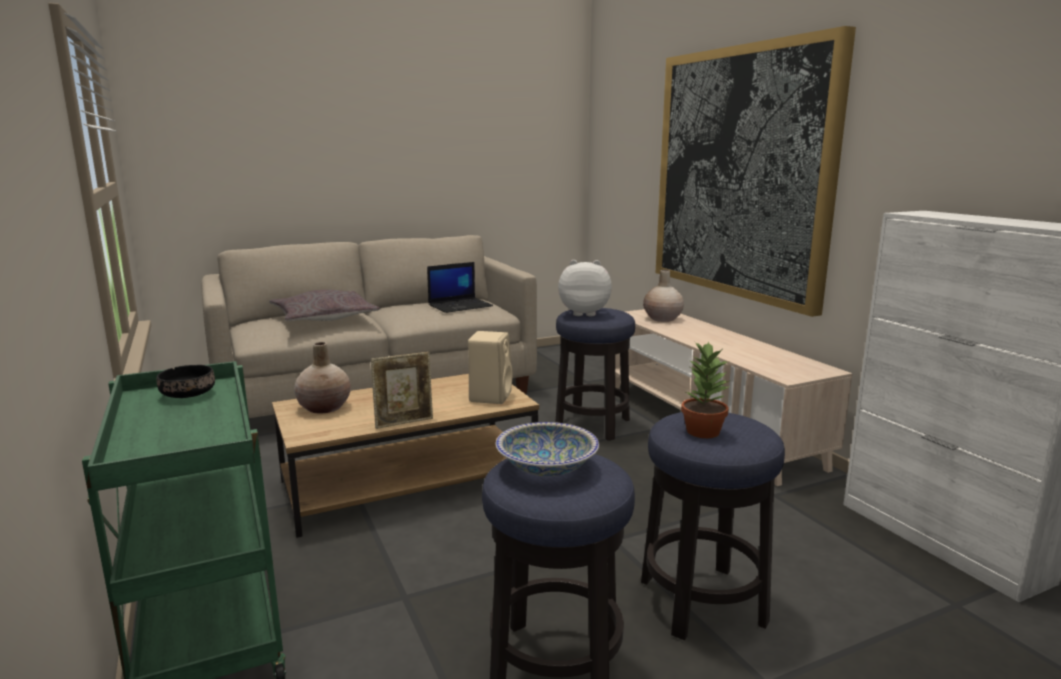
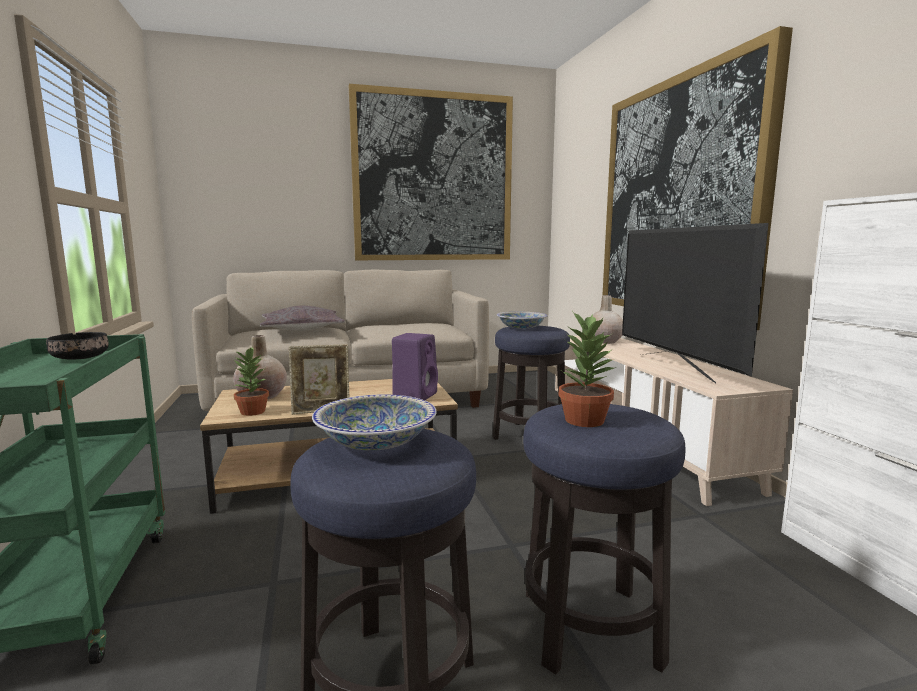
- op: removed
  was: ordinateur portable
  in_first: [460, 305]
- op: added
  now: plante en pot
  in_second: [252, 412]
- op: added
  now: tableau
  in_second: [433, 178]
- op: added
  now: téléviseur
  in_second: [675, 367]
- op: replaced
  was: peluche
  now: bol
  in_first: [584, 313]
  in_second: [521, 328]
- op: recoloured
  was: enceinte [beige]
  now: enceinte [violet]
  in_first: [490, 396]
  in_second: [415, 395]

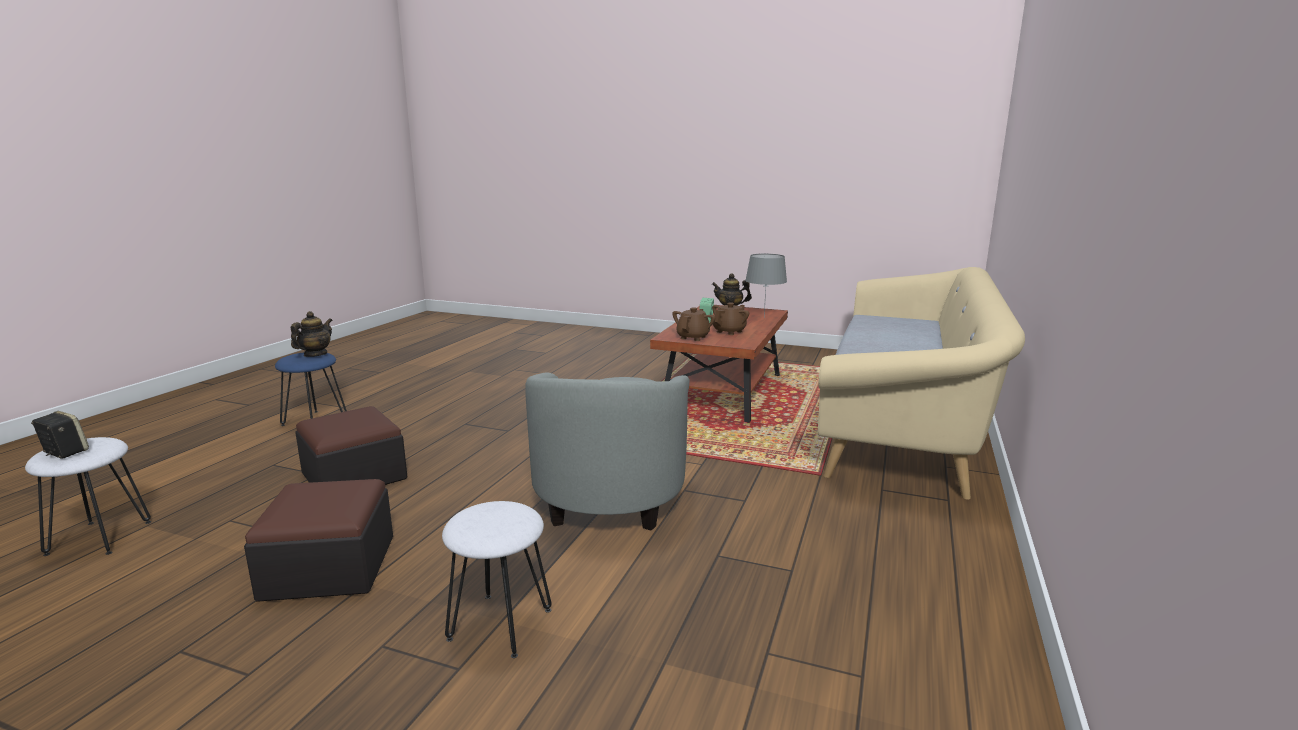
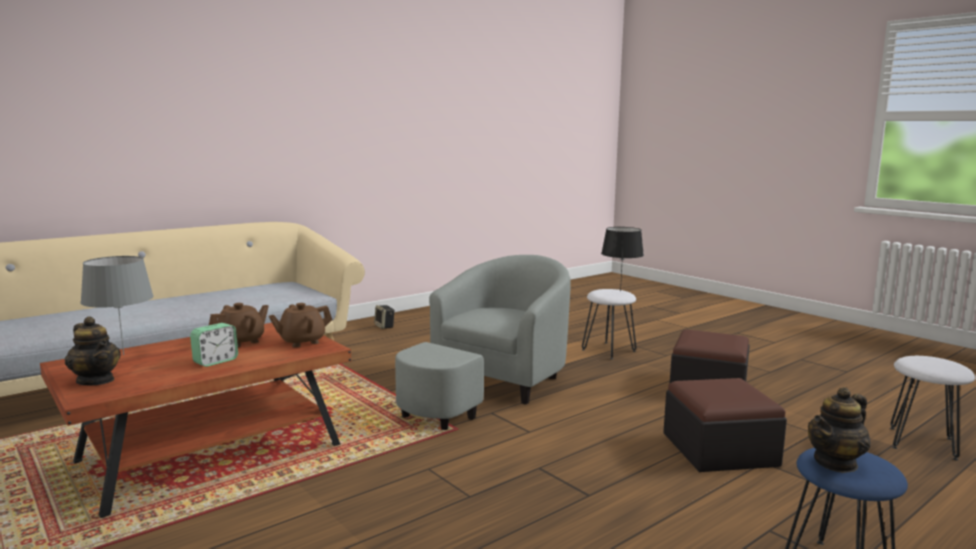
- op: added
  now: lampe de table [noir]
  in_second: [620, 291]
- op: moved
  was: enceinte
  in_first: [64, 452]
  in_second: [385, 326]
- op: turned
  was: théière [marron]
  in_first: [729, 331]
  in_second: [241, 341]
  clockwise: 150

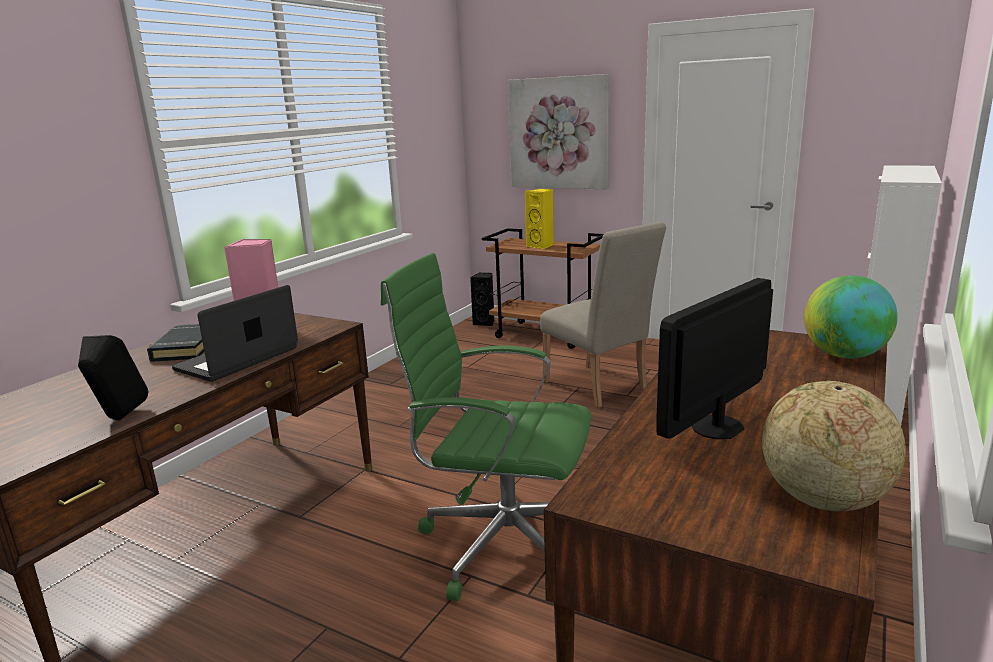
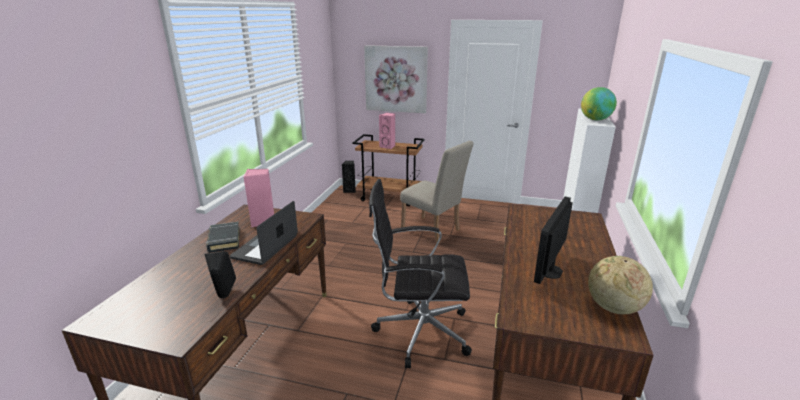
- op: moved
  was: globe
  in_first: [844, 355]
  in_second: [595, 120]
- op: recoloured
  was: chaise de bureau [vert]
  now: chaise de bureau [noir]
  in_first: [502, 542]
  in_second: [419, 331]
- op: recoloured
  was: enceinte [jaune]
  now: enceinte [rose]
  in_first: [541, 246]
  in_second: [388, 146]

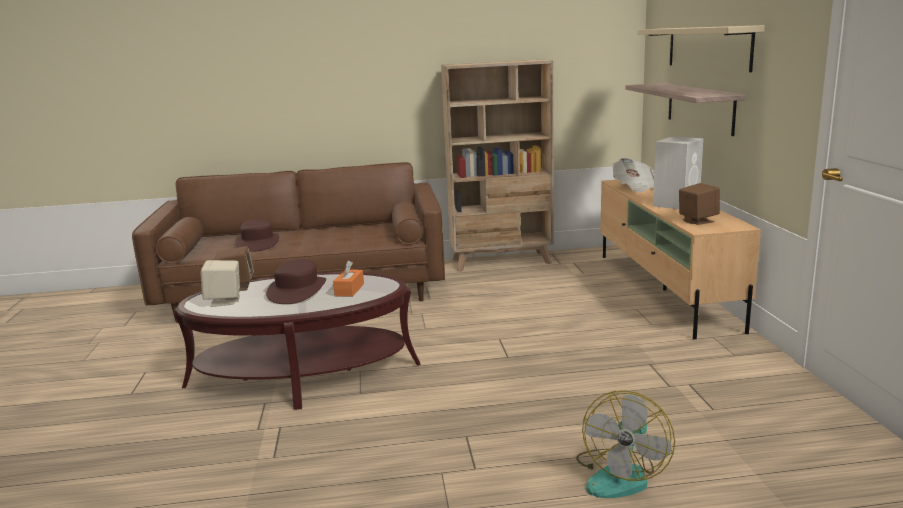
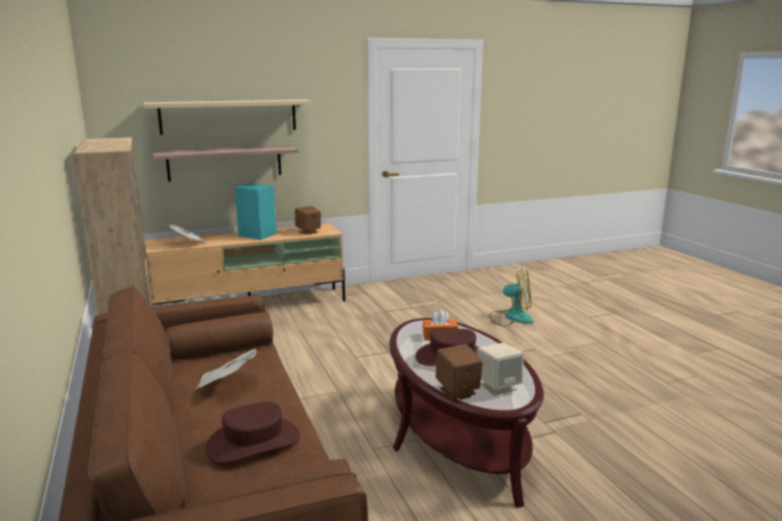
- op: added
  now: journal
  in_second: [226, 384]
- op: recoloured
  was: enceinte [blanc]
  now: enceinte [turquoise]
  in_first: [676, 204]
  in_second: [256, 235]

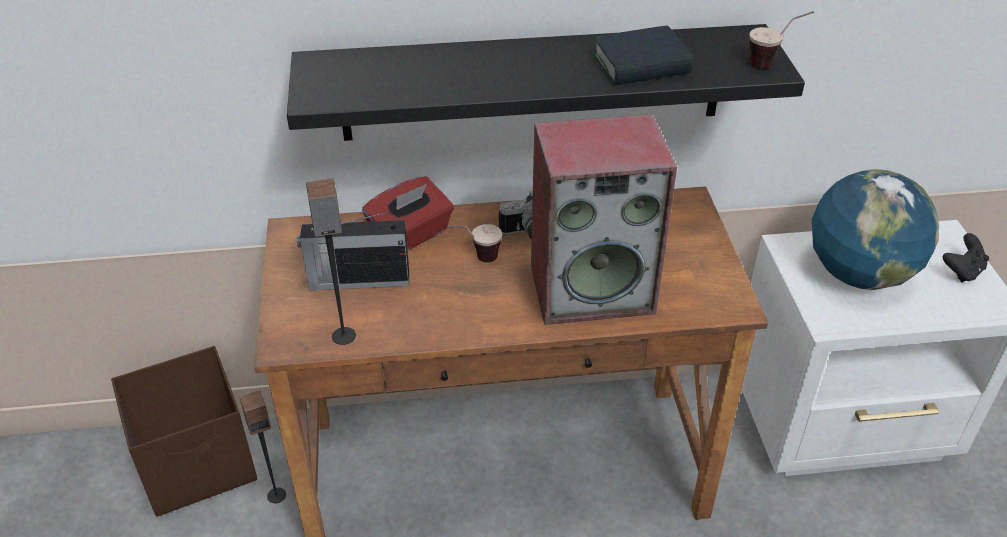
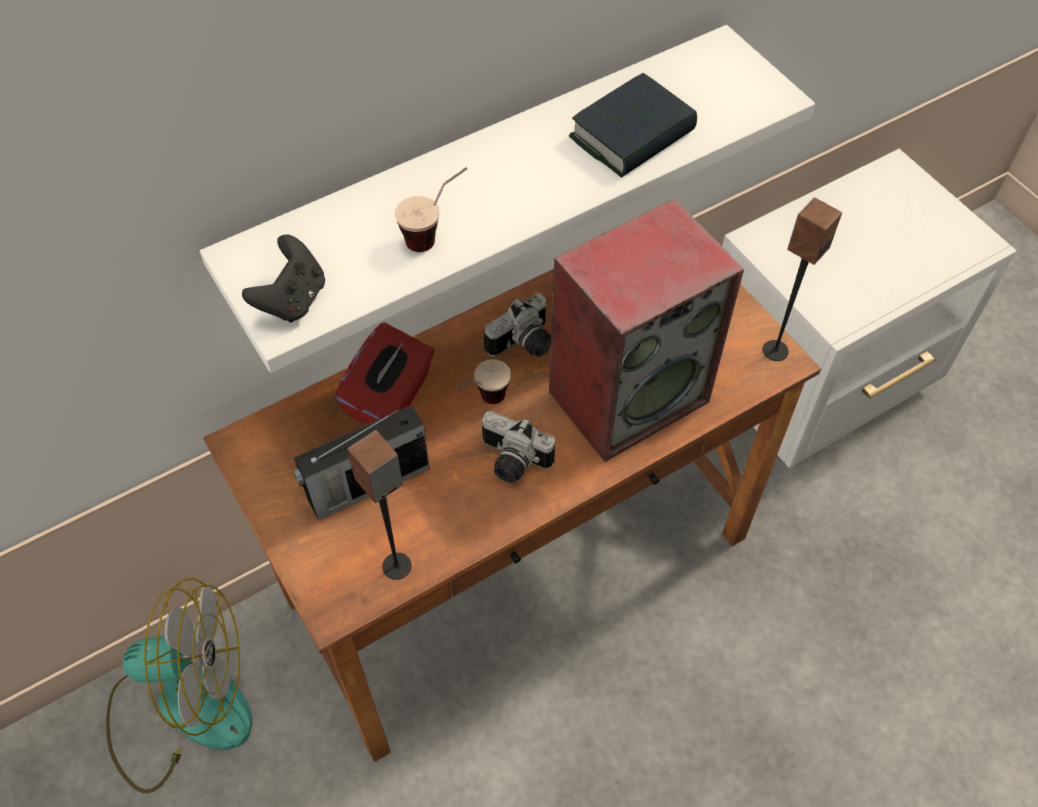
- op: removed
  was: globe
  in_first: [859, 274]
- op: added
  now: appareil photo
  in_second: [511, 462]
- op: moved
  was: enceinte
  in_first: [276, 495]
  in_second: [774, 350]
- op: moved
  was: tasse
  in_first: [773, 63]
  in_second: [435, 235]
- op: moved
  was: manette [noir]
  in_first: [962, 271]
  in_second: [292, 299]
- op: replaced
  was: boîte de rangement [marron]
  now: ventilateur
  in_first: [199, 464]
  in_second: [182, 707]
- op: recoloured
  was: étagère [noir]
  now: étagère [blanc]
  in_first: [533, 83]
  in_second: [485, 176]

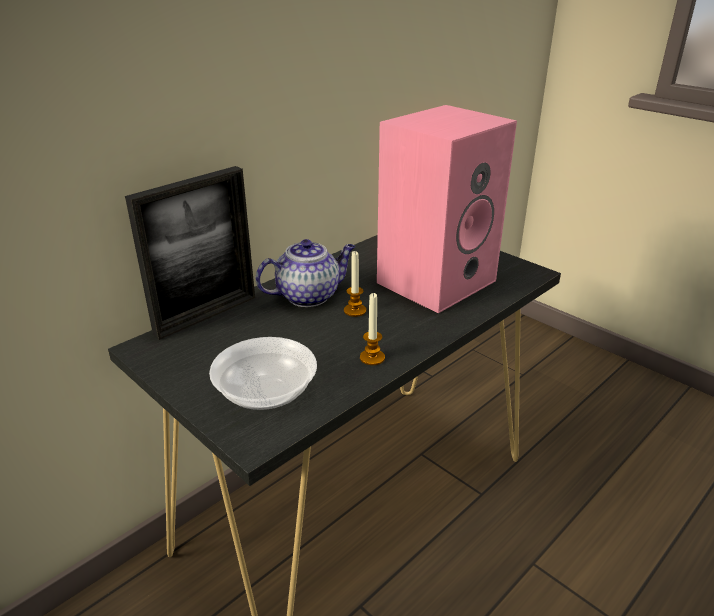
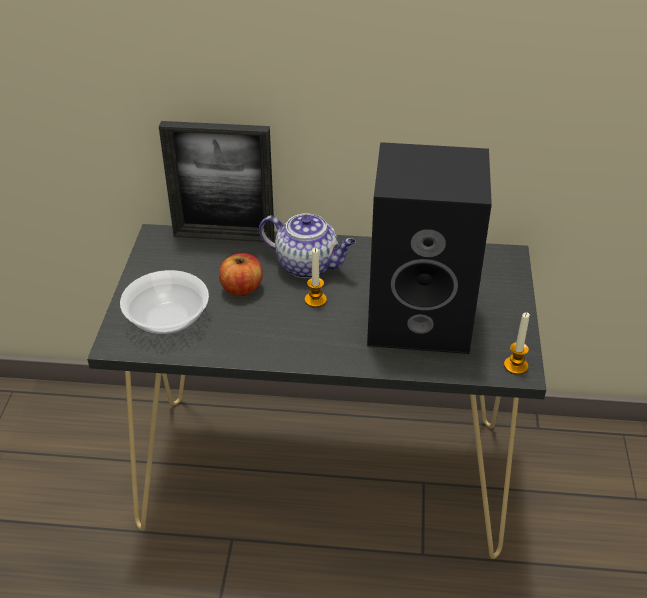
- op: added
  now: pomme
  in_second: [241, 288]
- op: moved
  was: bougie
  in_first: [372, 358]
  in_second: [515, 366]
- op: recoloured
  was: enceinte [rose]
  now: enceinte [noir]
  in_first: [436, 280]
  in_second: [422, 318]

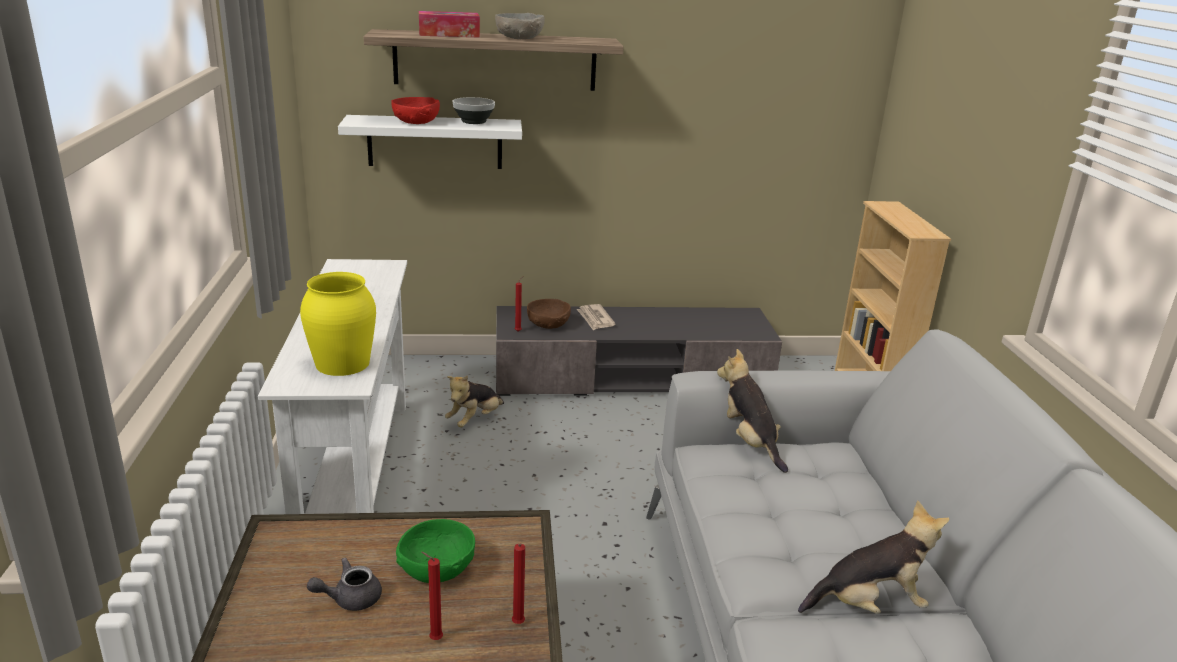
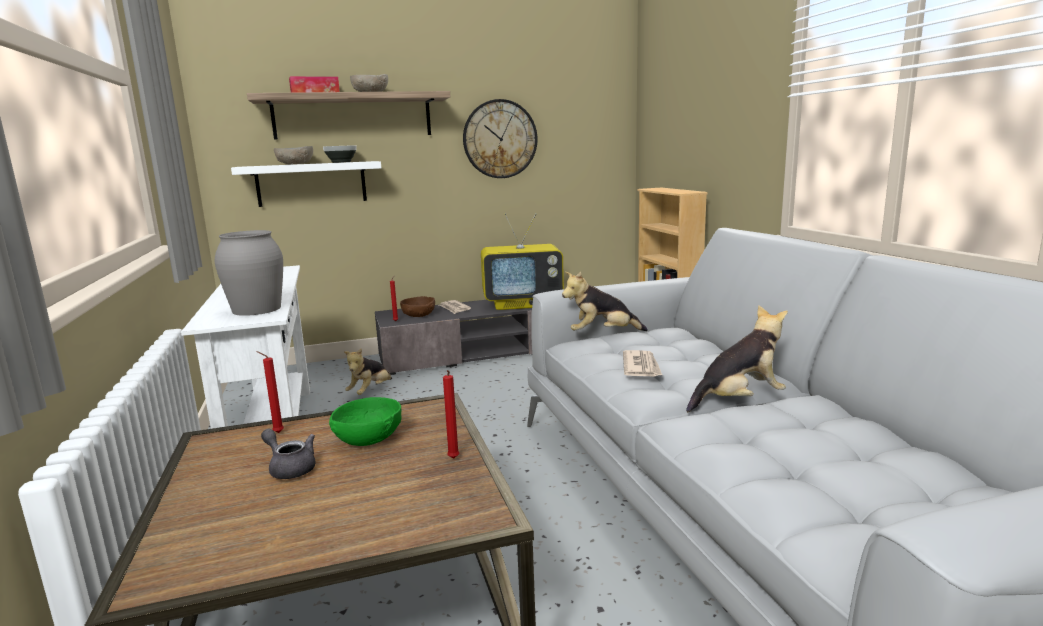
- op: added
  now: horloge murale
  in_second: [500, 139]
- op: added
  now: téléviseur
  in_second: [523, 304]
- op: added
  now: journal
  in_second: [641, 367]
- op: moved
  was: bougie [rouge]
  in_first: [434, 639]
  in_second: [276, 433]
- op: recoloured
  was: vase [jaune]
  now: vase [gris]
  in_first: [343, 363]
  in_second: [257, 309]
- op: recoloured
  was: bol [rouge]
  now: bol [gris]
  in_first: [415, 122]
  in_second: [295, 164]
- op: turned
  was: théière [gris]
  in_first: [349, 598]
  in_second: [290, 468]
  clockwise: 75
- op: turned
  was: peluche
  in_first: [749, 442]
  in_second: [602, 334]
  clockwise: -60

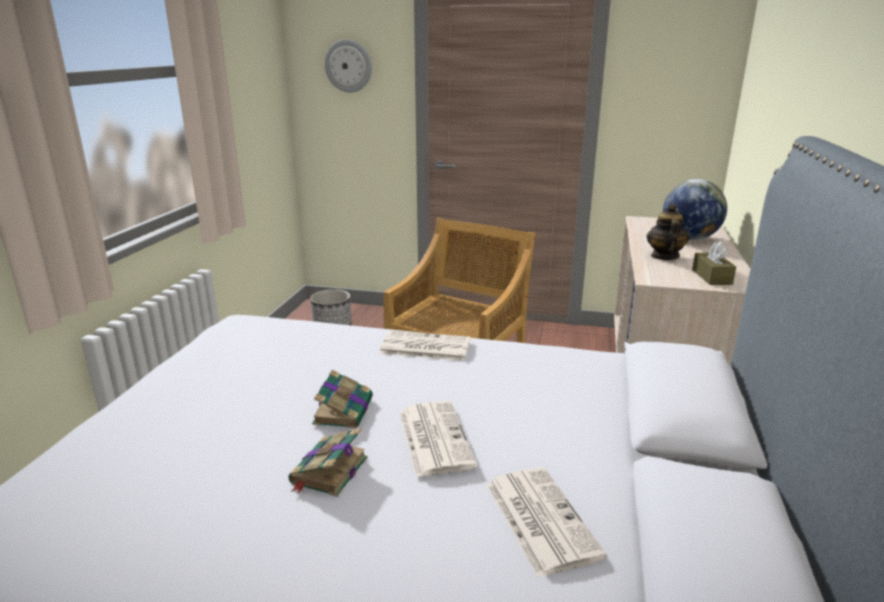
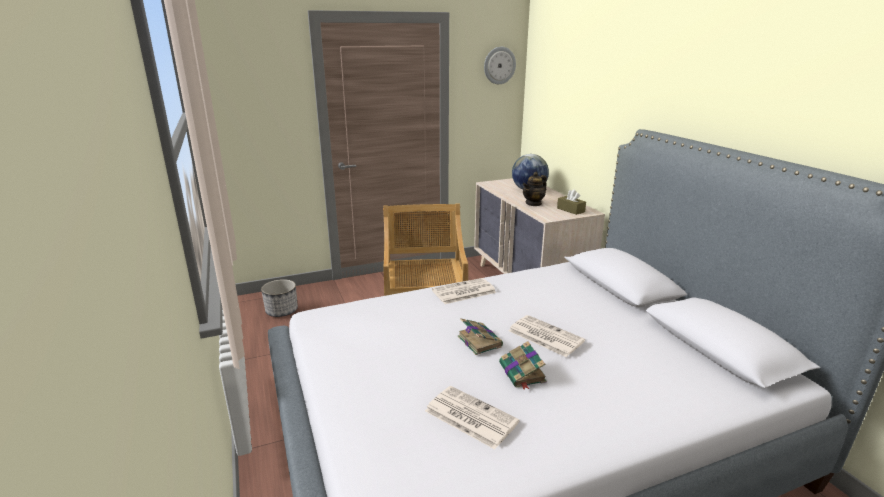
- op: moved
  was: horloge murale
  in_first: [348, 66]
  in_second: [499, 65]
- op: moved
  was: journal
  in_first: [539, 518]
  in_second: [469, 416]
- op: turned
  was: théière
  in_first: [664, 256]
  in_second: [533, 203]
  clockwise: -105

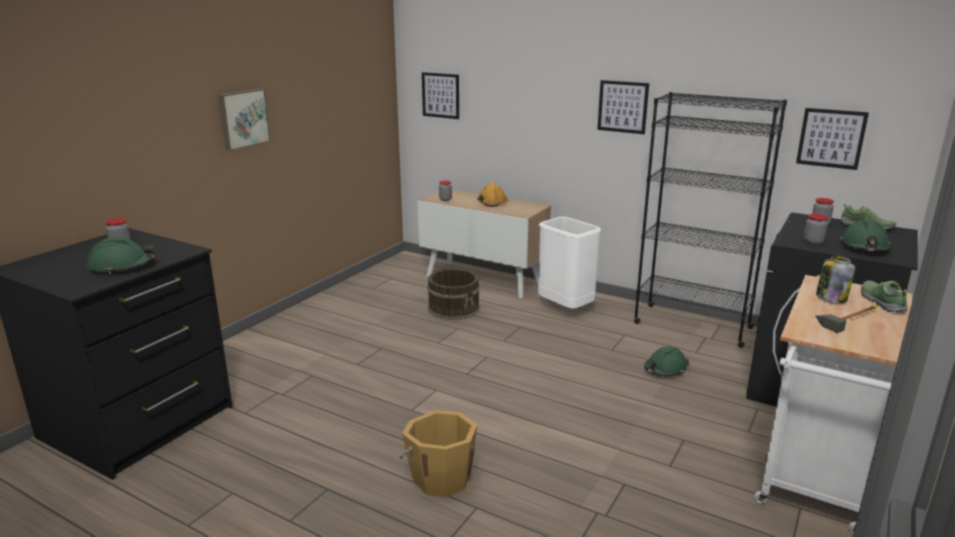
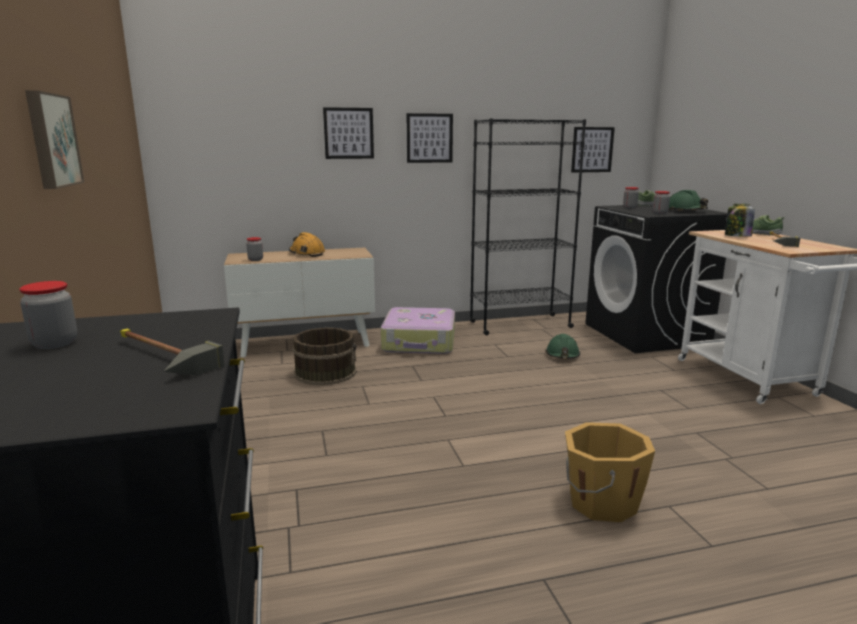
- op: moved
  was: tableau
  in_first: [440, 95]
  in_second: [348, 133]
- op: replaced
  was: casque de chantier [vert]
  now: marteau
  in_first: [122, 266]
  in_second: [153, 358]
- op: replaced
  was: poubelle [blanc]
  now: valise
  in_first: [565, 309]
  in_second: [420, 342]

